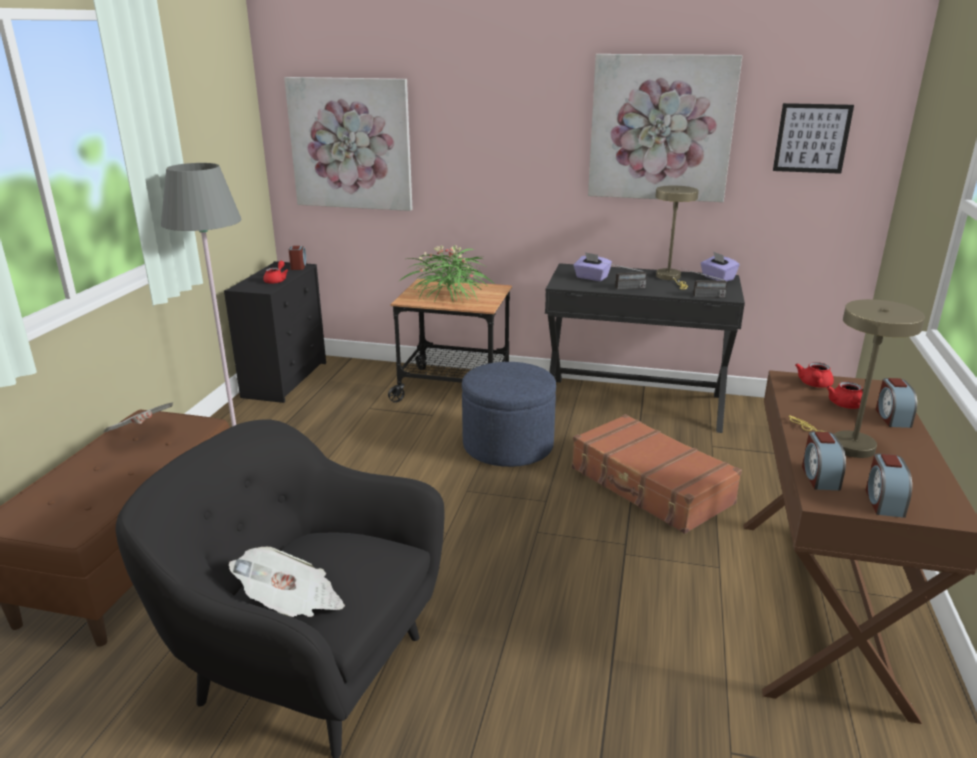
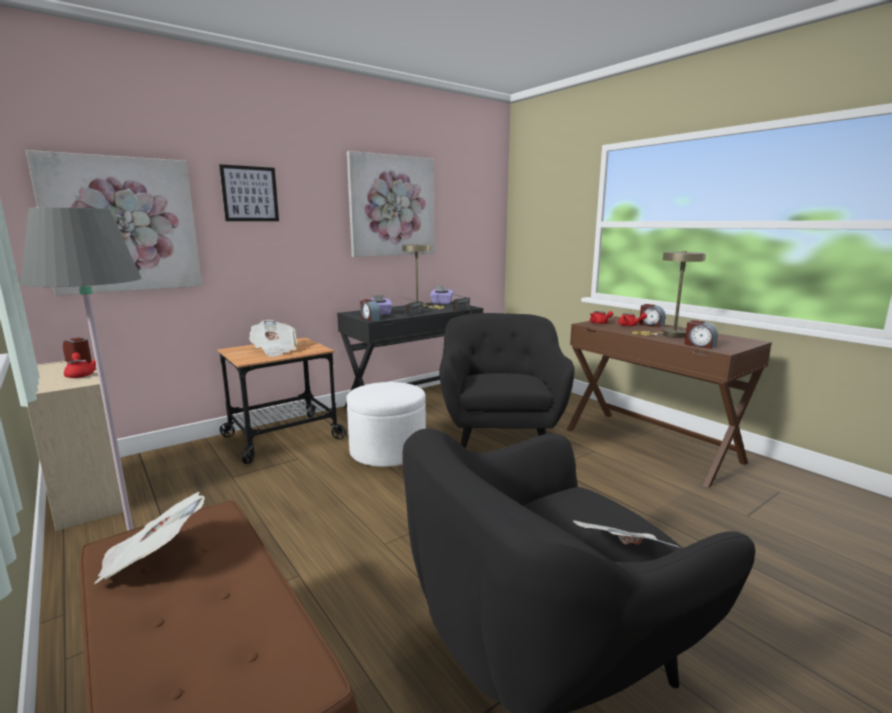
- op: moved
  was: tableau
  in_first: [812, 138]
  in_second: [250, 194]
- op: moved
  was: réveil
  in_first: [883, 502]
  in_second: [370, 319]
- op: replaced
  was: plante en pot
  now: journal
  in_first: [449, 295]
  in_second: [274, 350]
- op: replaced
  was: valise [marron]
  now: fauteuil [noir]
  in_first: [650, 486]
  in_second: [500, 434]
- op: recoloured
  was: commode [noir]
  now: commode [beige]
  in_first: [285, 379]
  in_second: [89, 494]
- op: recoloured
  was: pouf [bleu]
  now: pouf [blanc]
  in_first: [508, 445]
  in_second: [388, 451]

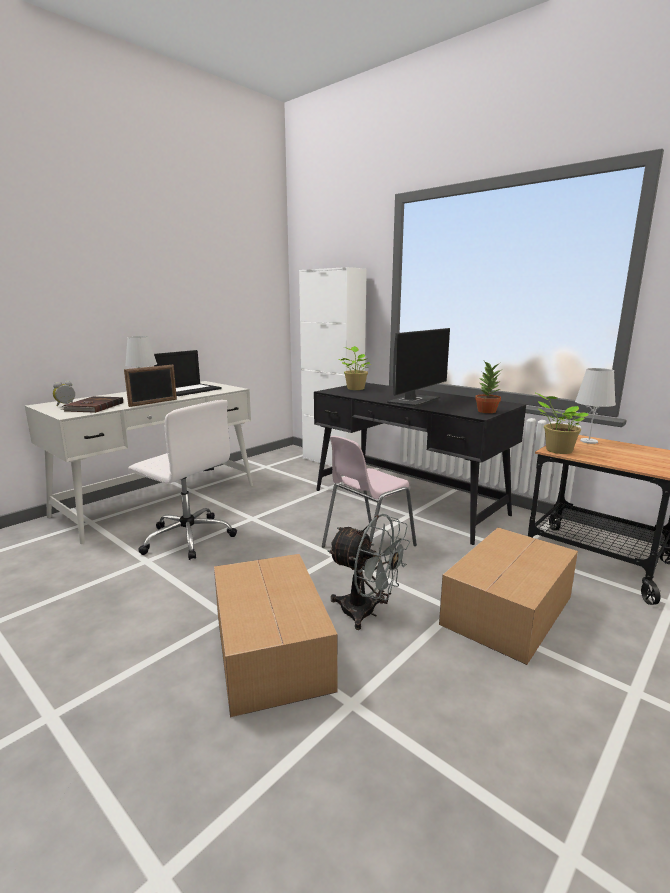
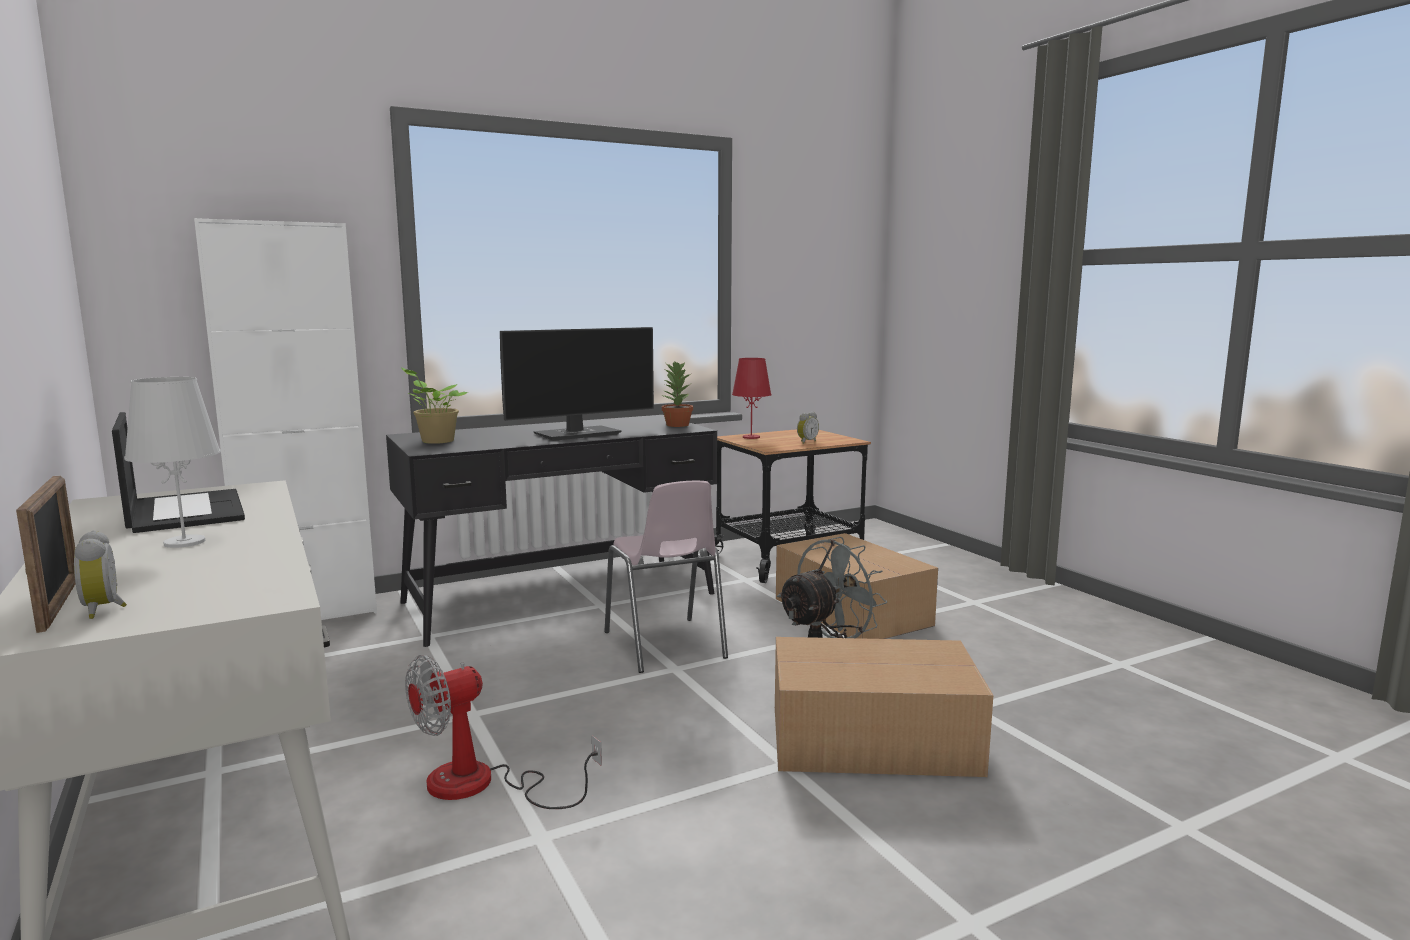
- op: removed
  was: livre [marron]
  in_first: [93, 407]
- op: removed
  was: plante en pot
  in_first: [556, 450]
- op: added
  now: réveil
  in_second: [806, 442]
- op: moved
  was: cadre photo
  in_first: [153, 403]
  in_second: [60, 604]
- op: replaced
  was: chaise de bureau [blanc]
  now: ventilateur
  in_first: [188, 537]
  in_second: [481, 785]
- op: recoloured
  was: lampe de table [blanc]
  now: lampe de table [rouge]
  in_first: [588, 441]
  in_second: [751, 437]
- op: turned
  was: écran d'ordinateur
  in_first: [413, 401]
  in_second: [579, 434]
  clockwise: 90

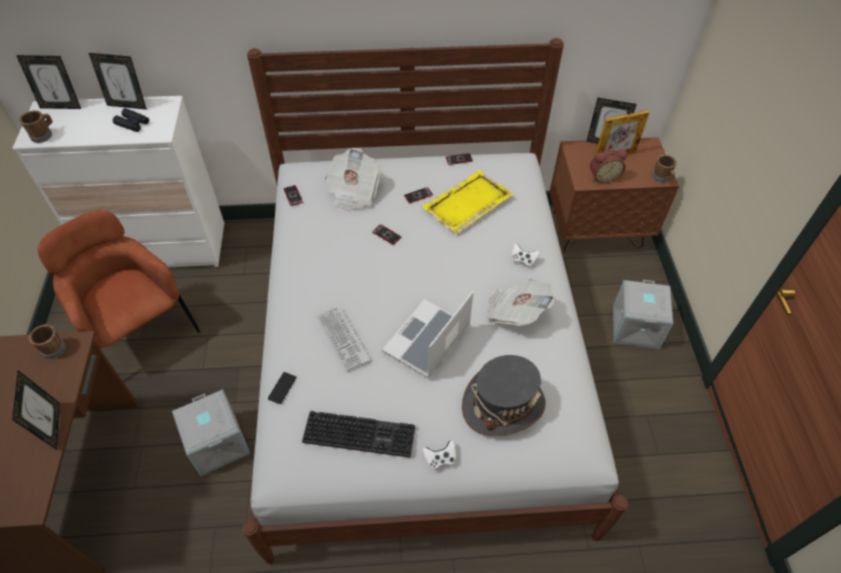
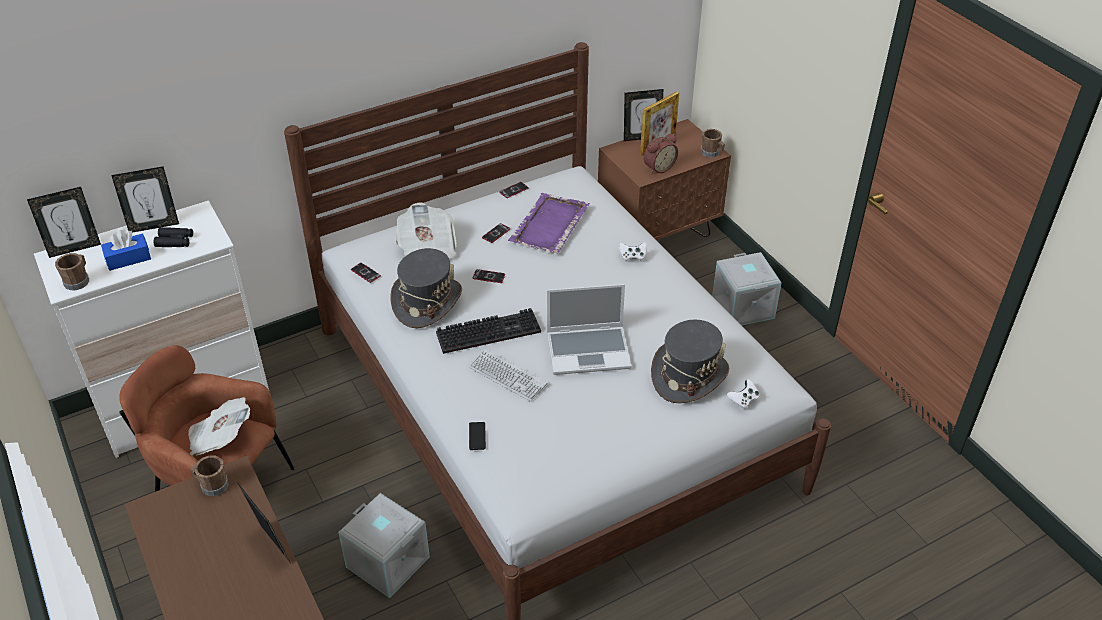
- op: added
  now: boîte à mouchoirs [bleu]
  in_second: [128, 258]
- op: added
  now: chapeau [gris]
  in_second: [427, 301]
- op: moved
  was: clavier
  in_first: [361, 433]
  in_second: [489, 331]
- op: moved
  was: manette [blanc]
  in_first: [440, 458]
  in_second: [743, 400]
- op: moved
  was: journal
  in_first: [515, 311]
  in_second: [220, 439]
- op: recoloured
  was: plateau [jaune]
  now: plateau [violet]
  in_first: [466, 203]
  in_second: [549, 226]
- op: turned
  was: ordinateur portable
  in_first: [427, 341]
  in_second: [589, 350]
  clockwise: -105

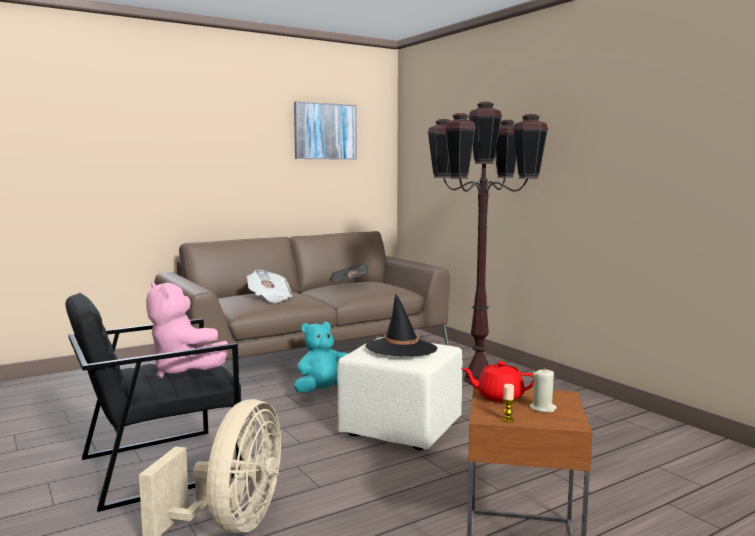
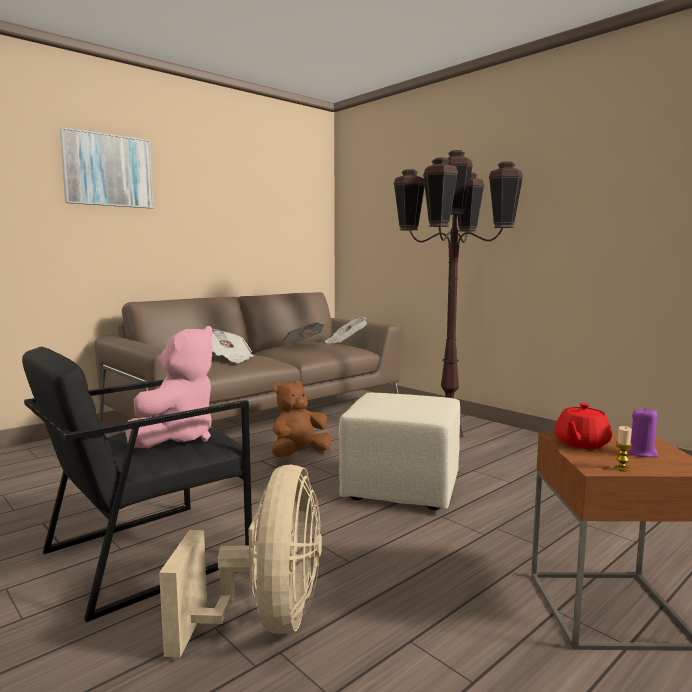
- op: removed
  was: chapeau [noir]
  in_first: [401, 348]
- op: added
  now: journal
  in_second: [345, 342]
- op: moved
  was: tableau
  in_first: [325, 131]
  in_second: [108, 170]
- op: recoloured
  was: peluche [turquoise]
  now: peluche [marron]
  in_first: [324, 392]
  in_second: [299, 455]
- op: recoloured
  was: bougie [beige]
  now: bougie [violet]
  in_first: [543, 408]
  in_second: [642, 453]
- op: turned
  was: peluche [rose]
  in_first: [184, 371]
  in_second: [177, 437]
  clockwise: -105
- op: turned
  was: théière [rouge]
  in_first: [499, 397]
  in_second: [581, 444]
  clockwise: -45

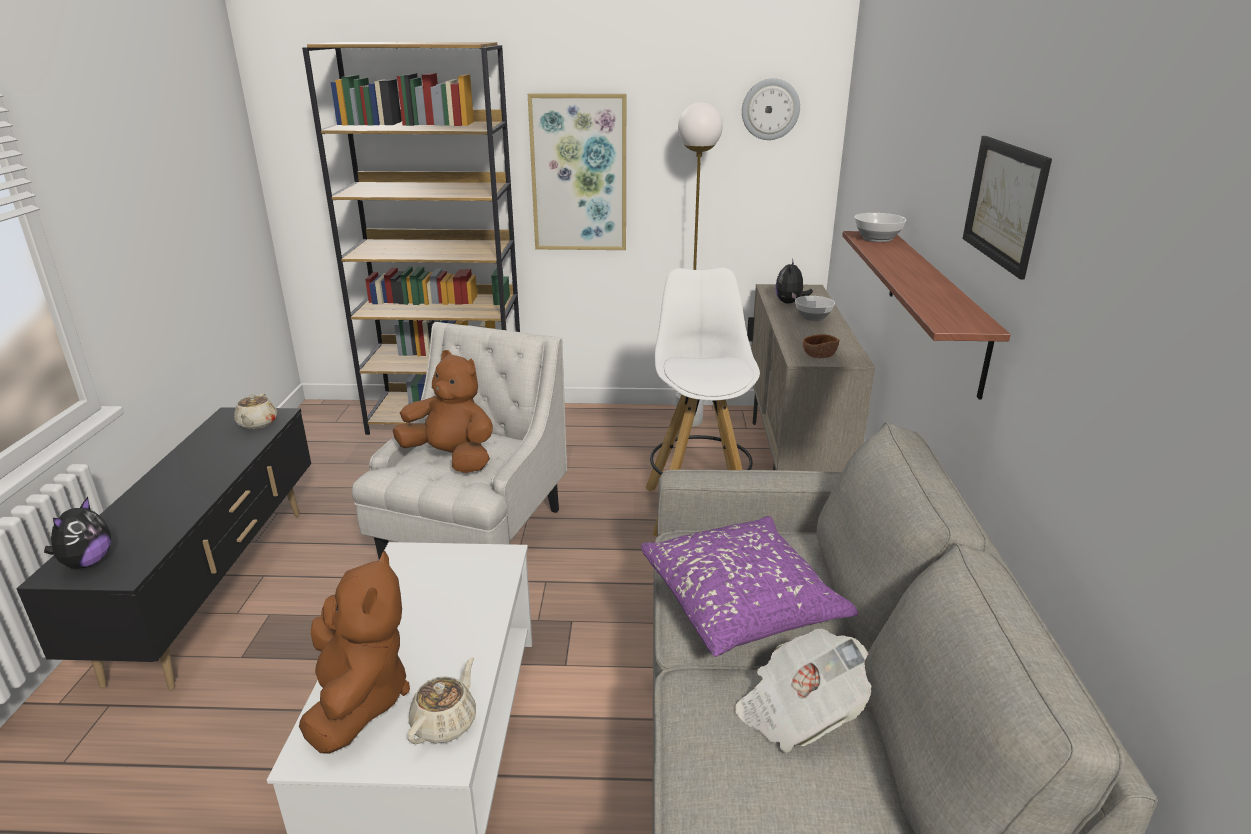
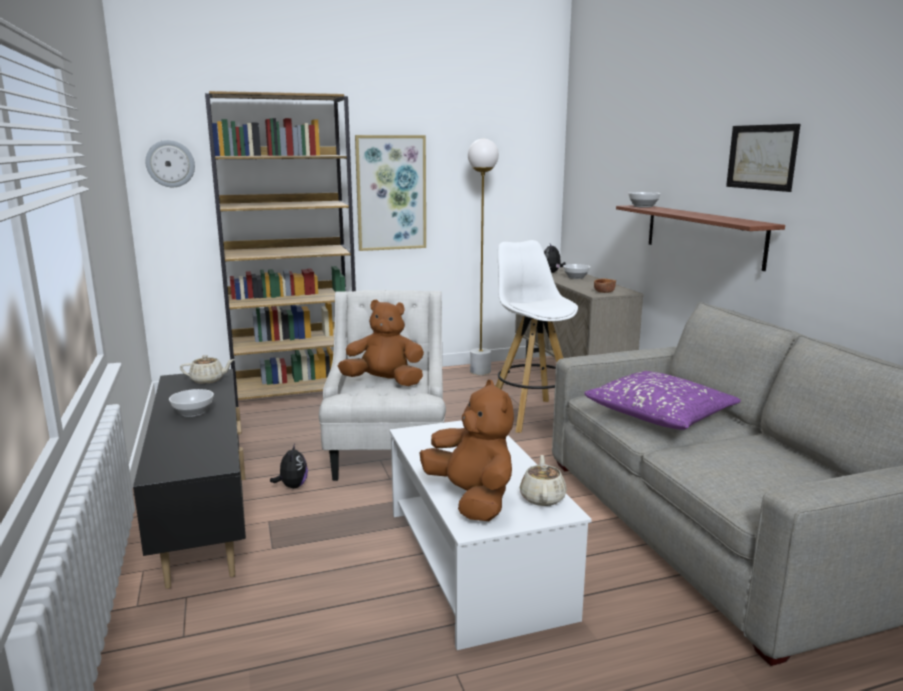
- op: removed
  was: journal
  in_first: [798, 712]
- op: added
  now: bol
  in_second: [192, 413]
- op: moved
  was: peluche
  in_first: [87, 562]
  in_second: [292, 486]
- op: moved
  was: horloge murale
  in_first: [770, 109]
  in_second: [170, 163]
- op: turned
  was: théière [beige]
  in_first: [257, 424]
  in_second: [208, 380]
  clockwise: -75

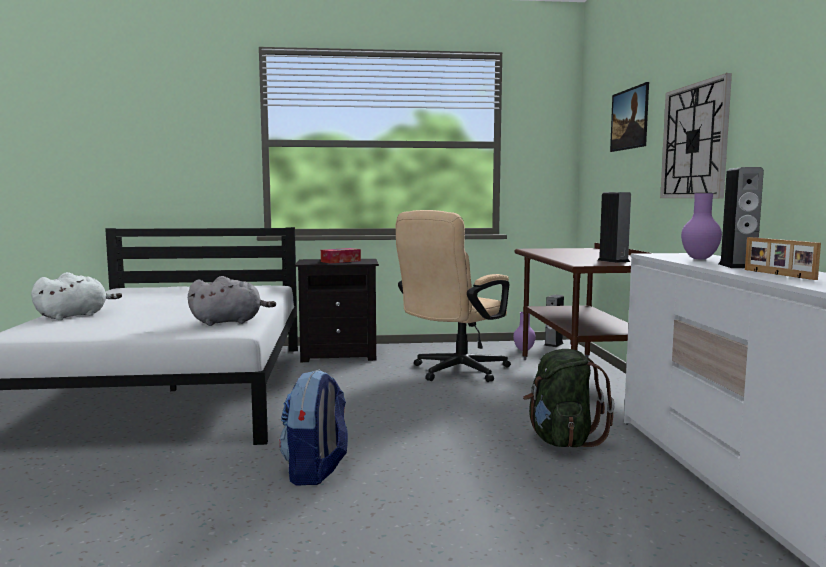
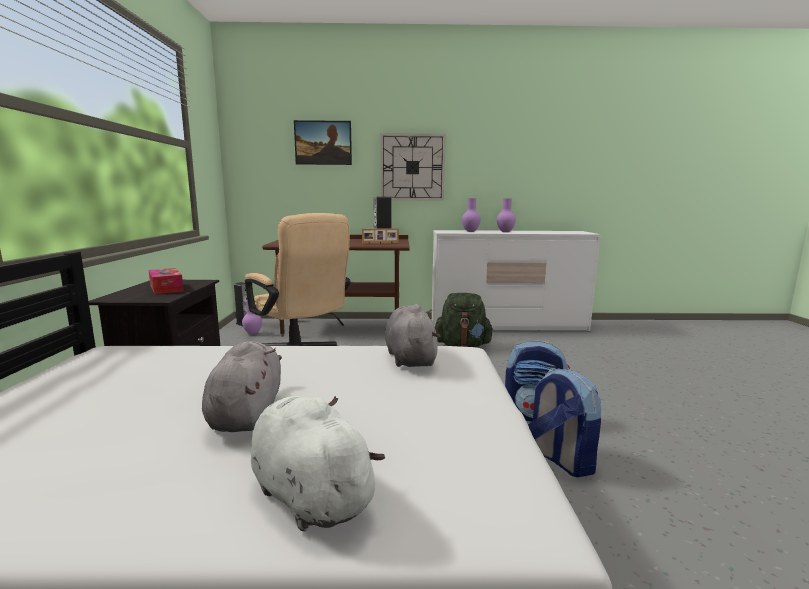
- op: added
  now: peluche [gris]
  in_second: [247, 413]
- op: added
  now: sac à dos
  in_second: [559, 459]
- op: moved
  was: cadre photo
  in_first: [777, 274]
  in_second: [380, 243]
- op: replaced
  was: enceinte
  now: vase [violet]
  in_first: [737, 266]
  in_second: [505, 232]

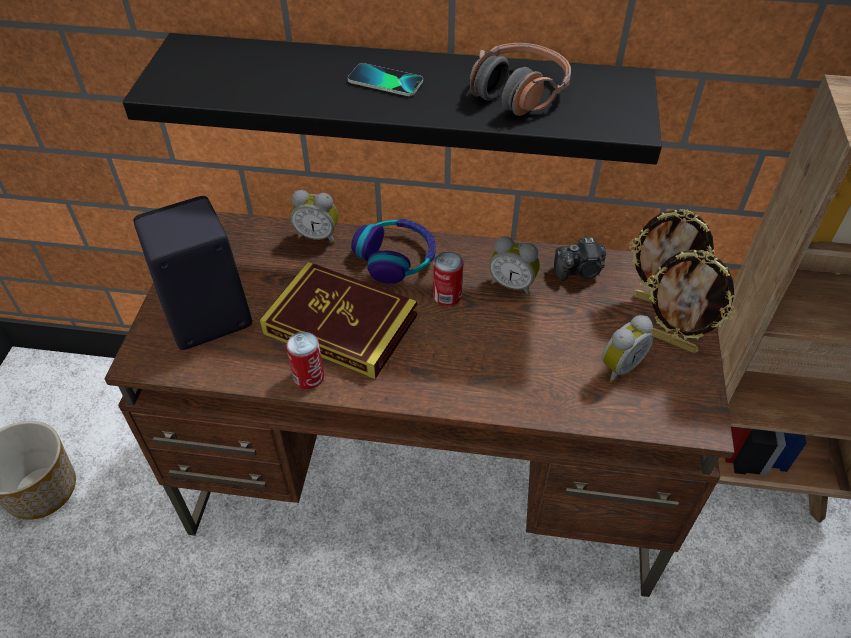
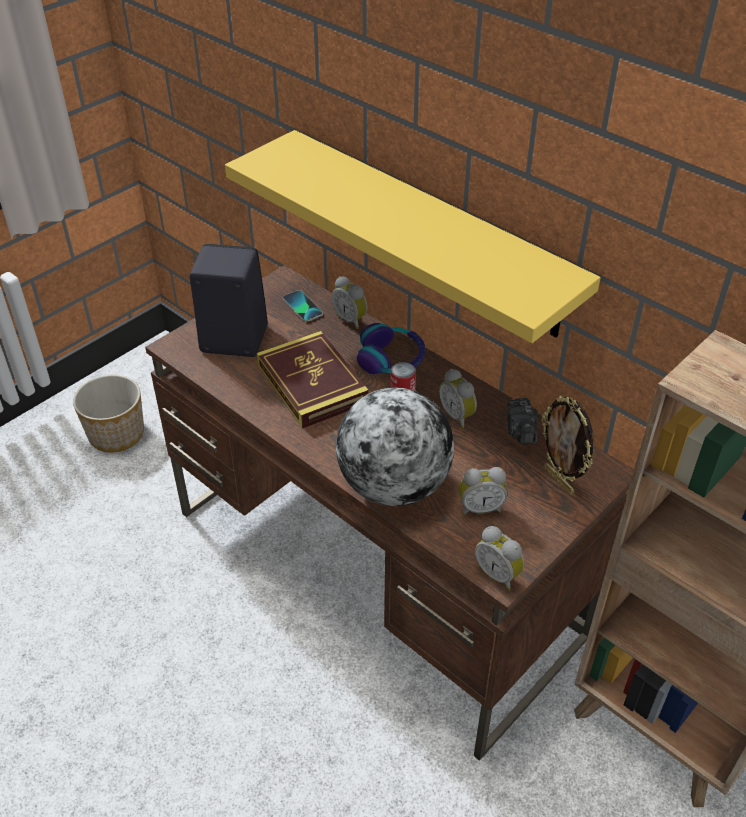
- op: removed
  was: boîte métallique
  in_first: [308, 377]
- op: removed
  was: casque audio
  in_first: [518, 92]
- op: removed
  was: cadre photo
  in_first: [673, 342]
- op: added
  now: globe
  in_second: [394, 486]
- op: added
  now: réveil
  in_second: [498, 574]
- op: moved
  was: téléphone
  in_first: [385, 81]
  in_second: [302, 307]
- op: recoloured
  was: étagère [noir]
  now: étagère [jaune]
  in_first: [406, 97]
  in_second: [430, 232]
- op: turned
  was: appareil photo
  in_first: [580, 271]
  in_second: [520, 431]
  clockwise: 60

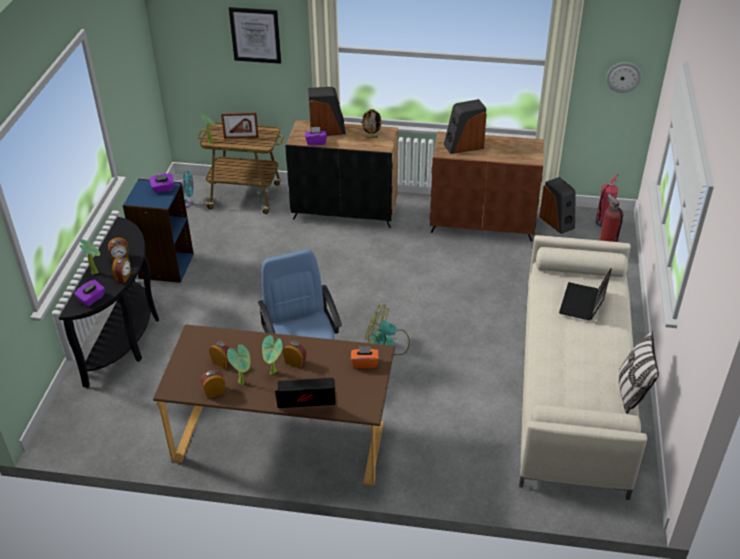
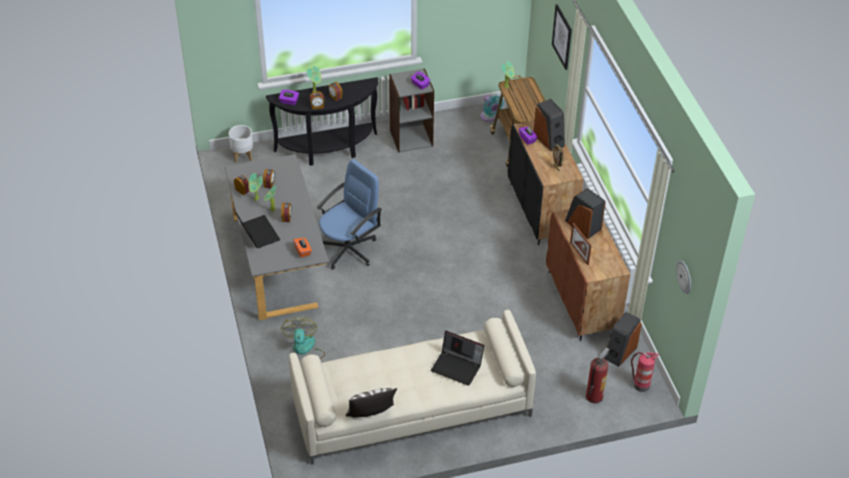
- op: added
  now: cache-pot [blanc]
  in_second: [242, 156]
- op: moved
  was: cadre photo
  in_first: [241, 137]
  in_second: [579, 253]
- op: moved
  was: ventilateur
  in_first: [387, 344]
  in_second: [304, 350]
- op: recoloured
  was: bibliothèque [bleu]
  now: bibliothèque [gris]
  in_first: [165, 266]
  in_second: [411, 137]
- op: recoloured
  was: bureau [marron]
  now: bureau [gris]
  in_first: [283, 437]
  in_second: [279, 261]
- op: turned
  was: ordinateur portable
  in_first: [583, 303]
  in_second: [457, 366]
  clockwise: -150

